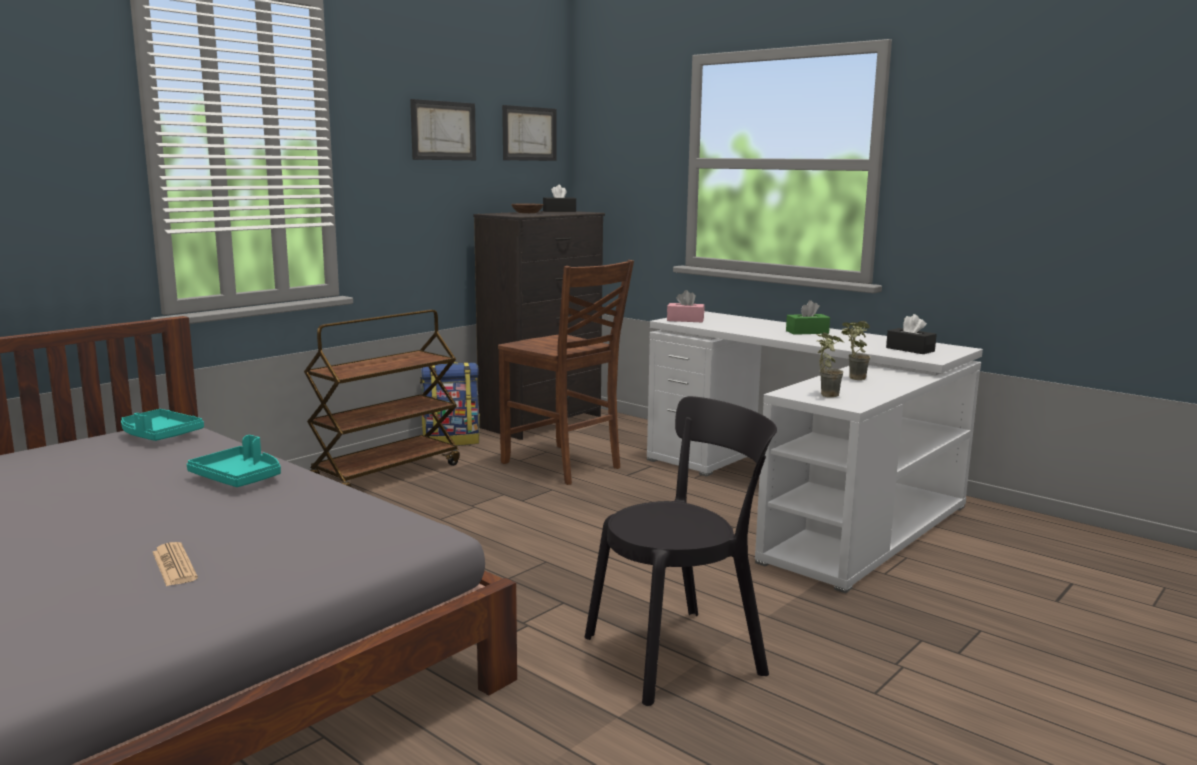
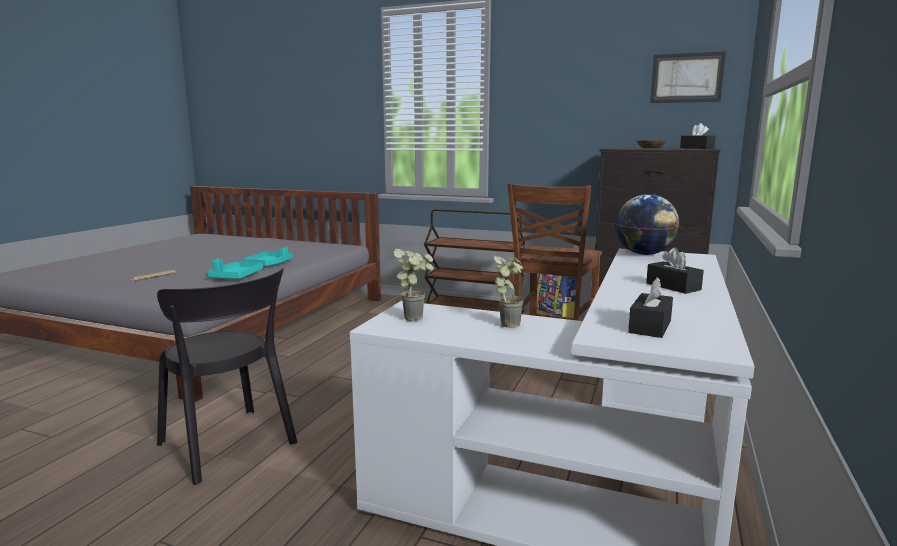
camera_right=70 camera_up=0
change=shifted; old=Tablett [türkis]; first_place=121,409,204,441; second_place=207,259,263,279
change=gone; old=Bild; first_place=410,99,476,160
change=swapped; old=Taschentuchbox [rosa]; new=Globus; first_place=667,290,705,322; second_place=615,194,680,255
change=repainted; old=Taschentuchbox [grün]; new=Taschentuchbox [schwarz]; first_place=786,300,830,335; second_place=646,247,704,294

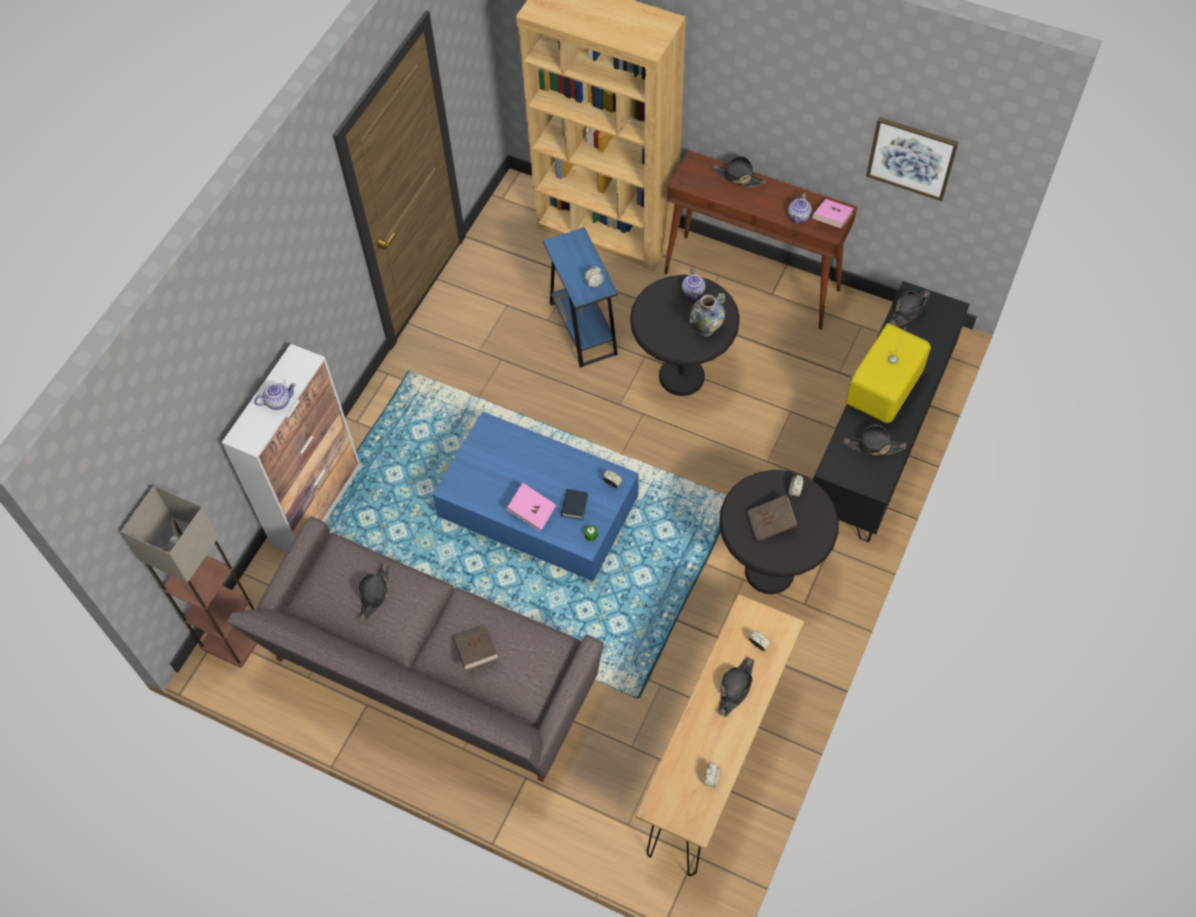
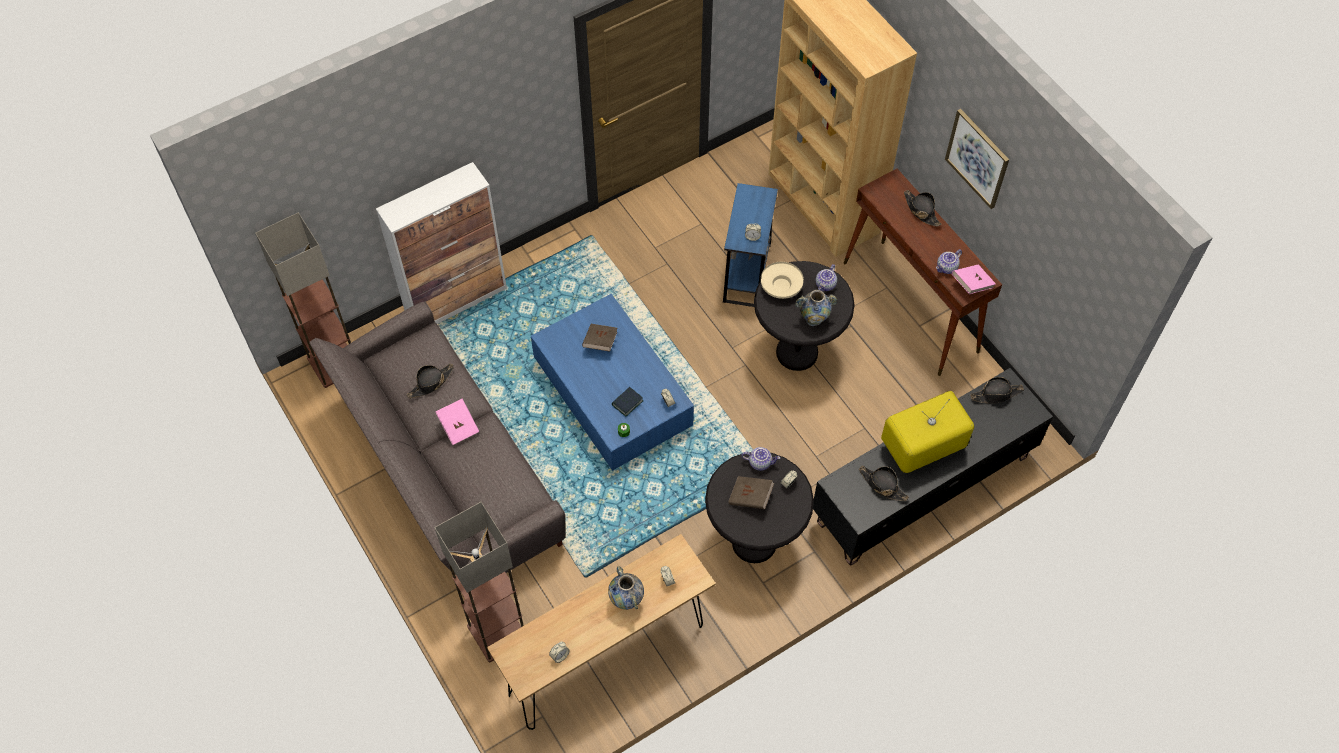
camera_right=30 camera_up=0
change=shifted; old=Teekanne; first_place=254,383,296,410; second_place=742,447,780,471
change=shifted; old=Buch [braun]; first_place=454,626,499,670; second_place=582,324,617,352
change=shifted; old=Buch [rosa]; first_place=506,483,556,531; second_place=435,399,479,445
change=swapped; old=Hut [schwarz]; new=Vase; first_place=718,657,754,717; second_place=608,566,644,610
change=shifted; old=Bild; first_place=866,117,959,201; second_place=945,109,1009,209
change=new; new=Stehlampe; second_place=434,502,524,663
change=new; new=Schüssel [beige]; second_place=761,262,804,299

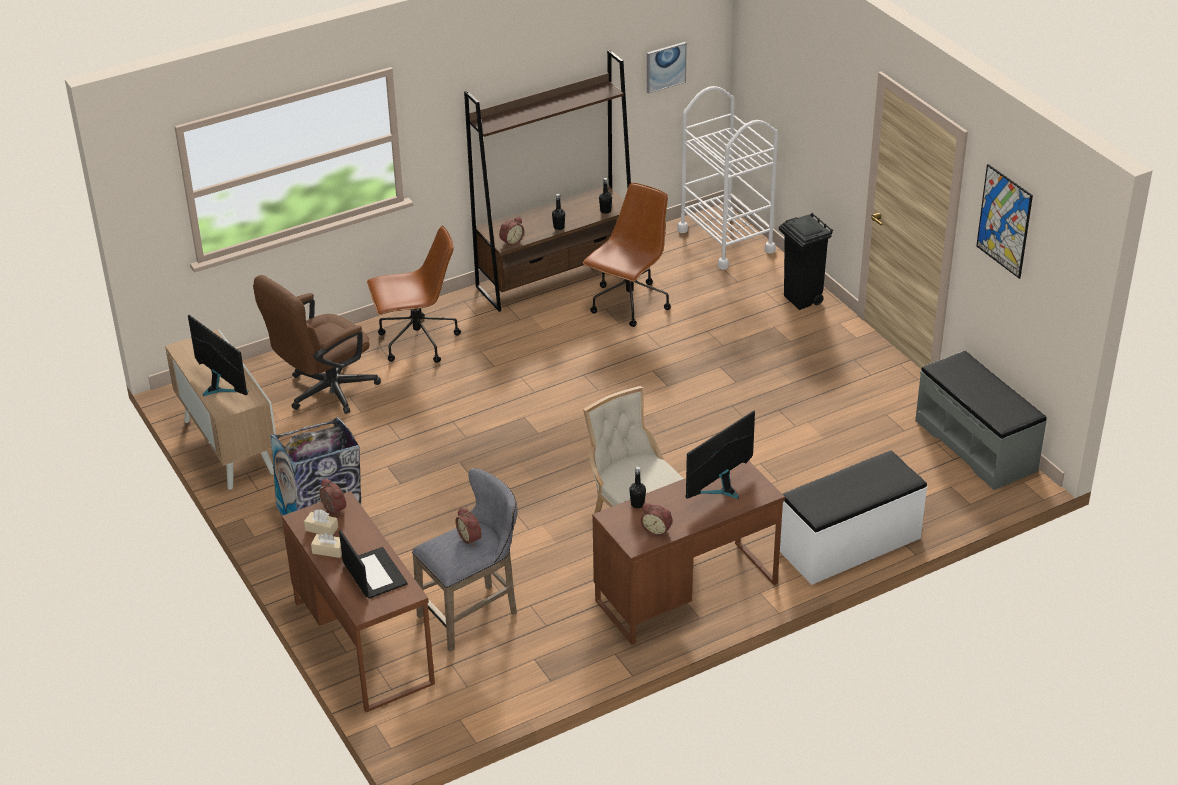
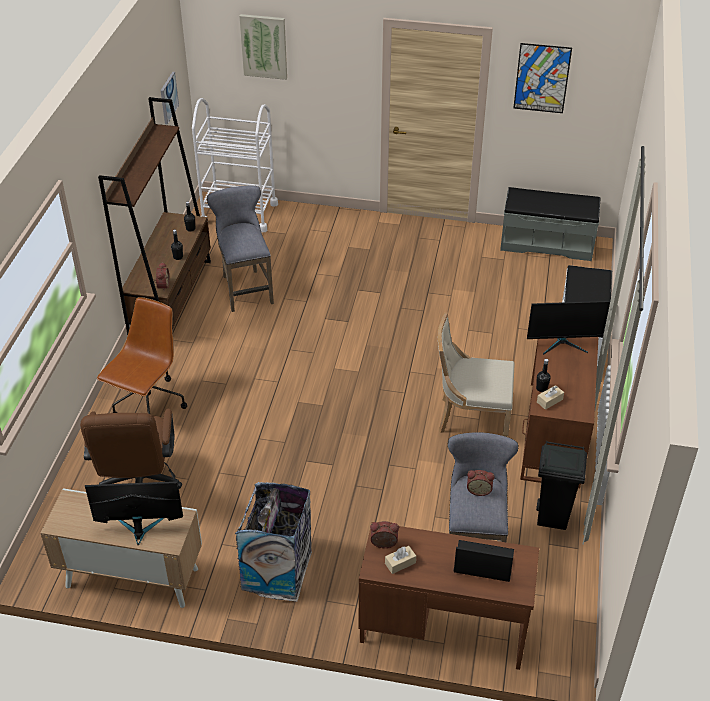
camera_right=-50 camera_up=5
change=shifted; old=Taschentuchbox [beige]; first_place=311,532,342,558; second_place=537,385,564,410
change=swapped; old=Bürostuhl [braun]; new=Hocker [grau]; first_place=583,183,671,327; second_place=207,186,274,312
change=gone; old=Wecker; first_place=641,503,673,536
change=rotated; old=Monitor; first_place=685,411,755,499; second_place=527,301,610,355; degrees=-90
change=shifted; old=Mülleimer [schwarz]; first_place=779,213,833,310; second_place=536,441,587,530
change=new; new=Bild; second_place=239,14,287,80

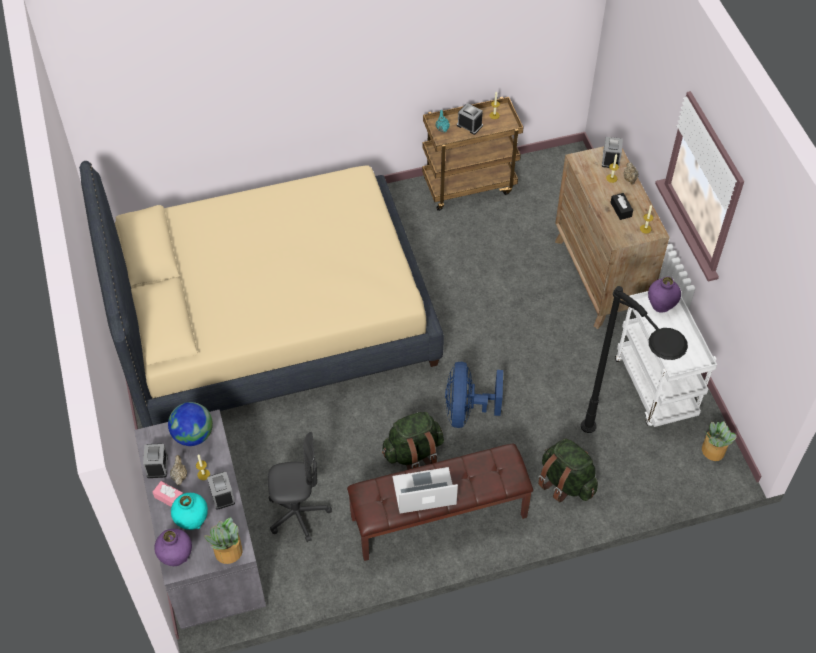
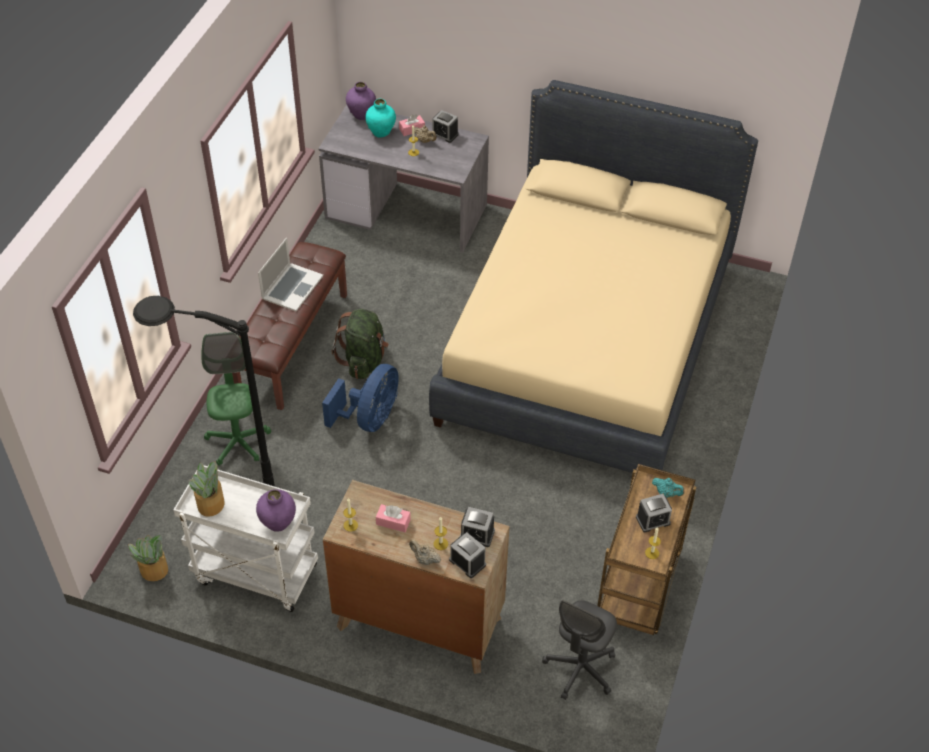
camera_right=125 camera_up=-5
change=gone; old=Globus; first_place=168,402,213,446
change=shifted; old=Topfpflanze; first_place=204,517,243,564; second_place=189,461,225,517
change=shifted; old=Wecker; first_place=207,472,235,510; second_place=460,507,495,547
change=shifted; old=Bürostuhl [grau]; first_place=268,432,332,542; second_place=542,600,617,700
change=rotated; old=Ventilator [blau]; first_place=445,362,503,428; second_place=322,364,399,432; degrees=75
change=swapped; old=Rucksack [grün]; new=Bürostuhl [grün]; first_place=538,439,598,502; second_place=201,332,271,466
change=repainted; old=Taschentuchbox [schwarz]; new=Taschentuchbox [rosa]; first_place=610,193,633,220; second_place=376,504,411,532

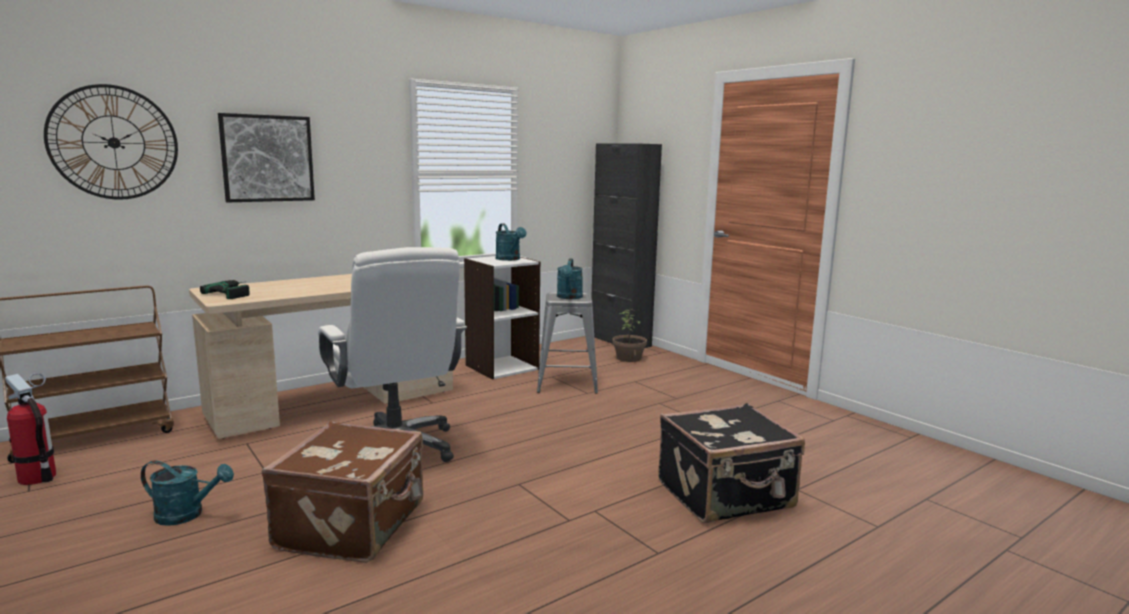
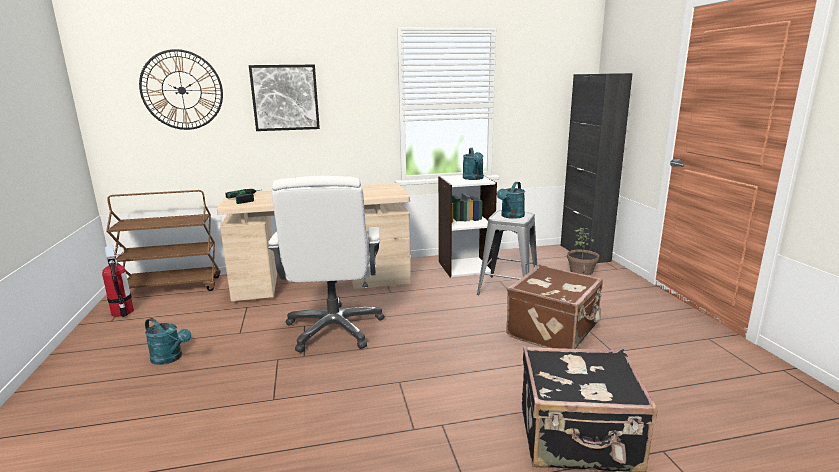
camera_right=25 camera_up=5
change=shifted; old=Koffer [braun]; first_place=261,422,423,563; second_place=506,265,603,349

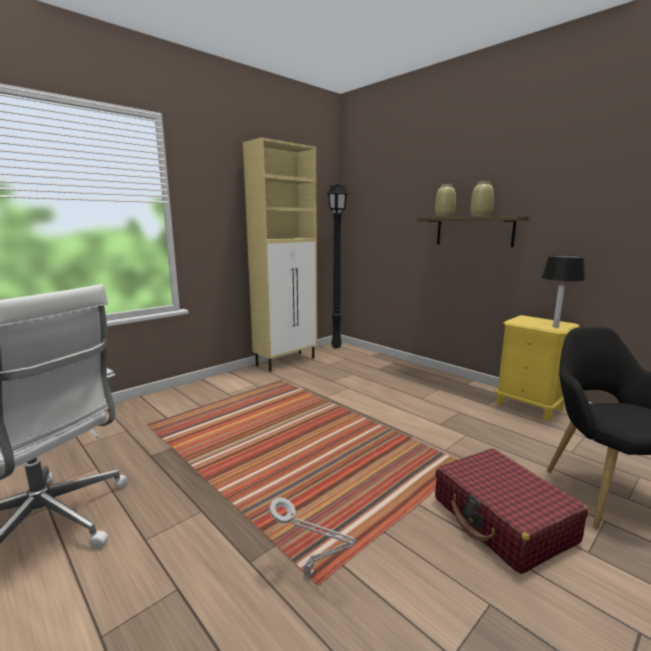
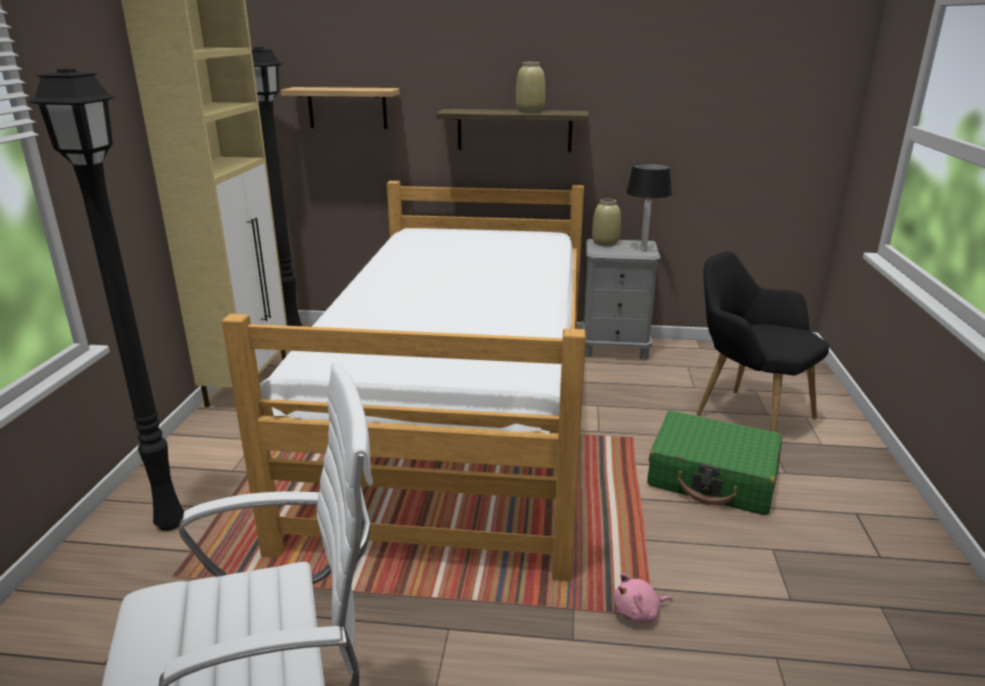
camera_right=-40 camera_up=10
change=swapped; old=Tischlampe [grau]; new=Plüschtier [rosa]; first_place=269,497,356,577; second_place=613,573,673,623
change=shifted; old=Vase [beige]; first_place=435,184,456,217; second_place=592,199,621,246
change=repainted; old=Koffer [rot]; new=Koffer [grün]; first_place=435,448,588,574; second_place=647,411,782,515
change=repainted; old=Nachttisch [gelb]; new=Nachttisch [grau]; first_place=495,315,580,421; second_place=582,239,661,361
change=new; new=Stehlampe [schwarz]; second_place=28,69,184,531
change=new; new=Bett; second_place=221,181,586,582
change=new; new=Wandregal; second_place=281,87,400,129

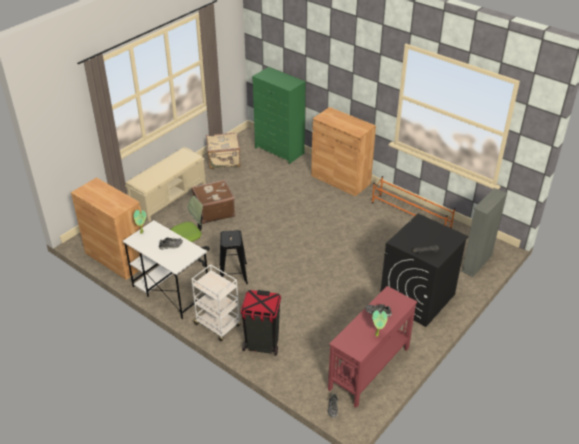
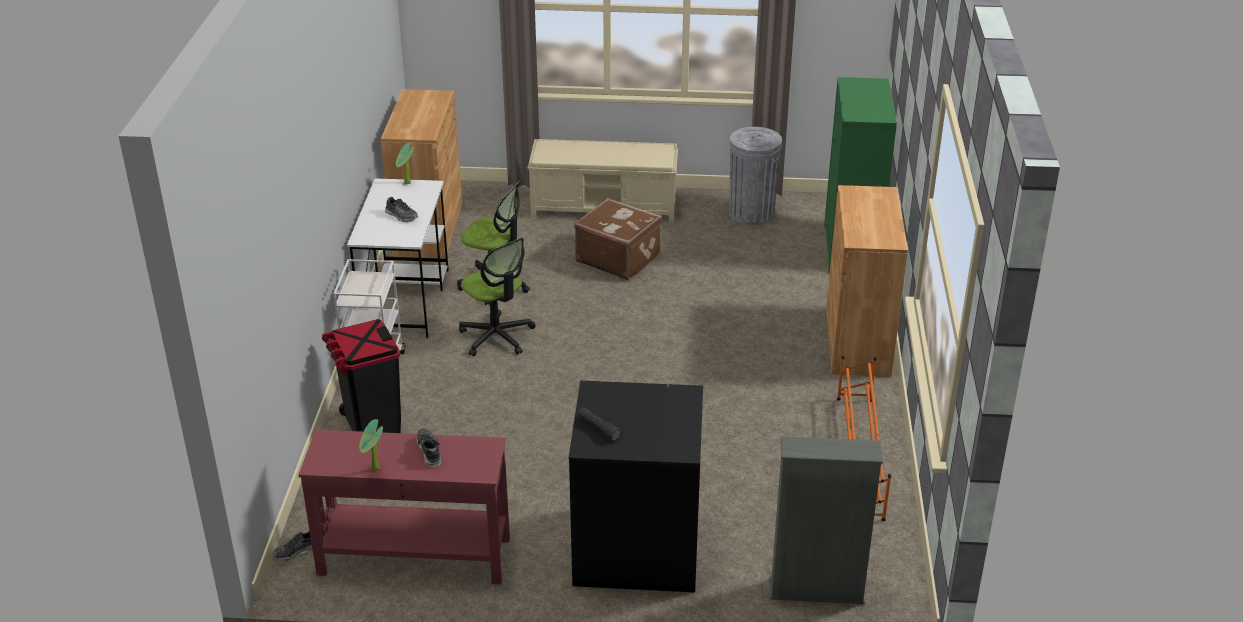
camera_right=55 camera_up=-5
change=swapped; old=Koffer [beige]; new=Mülleimer [grau]; first_place=206,132,241,169; second_place=729,127,782,225
change=swapped; old=Hocker [schwarz]; new=Bürostuhl; first_place=219,230,248,284; second_place=459,238,536,356

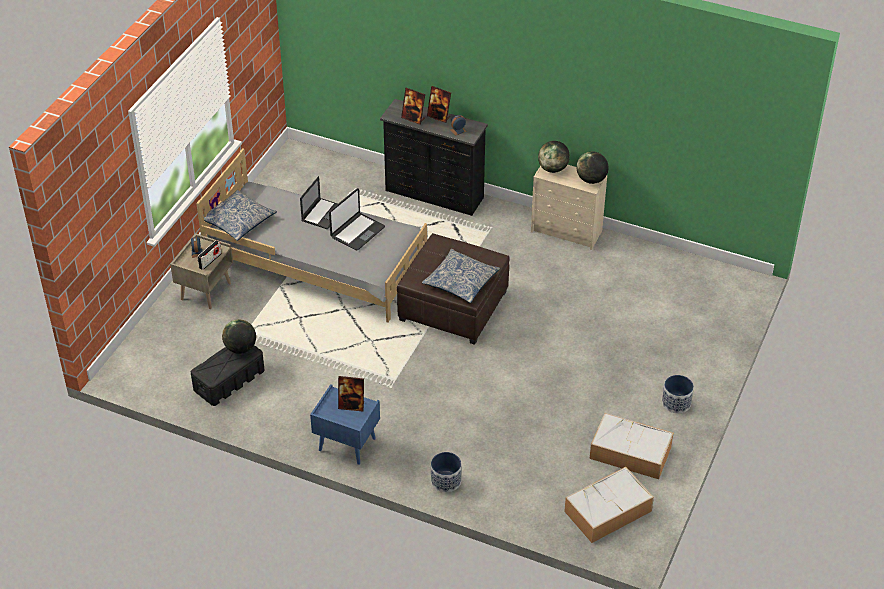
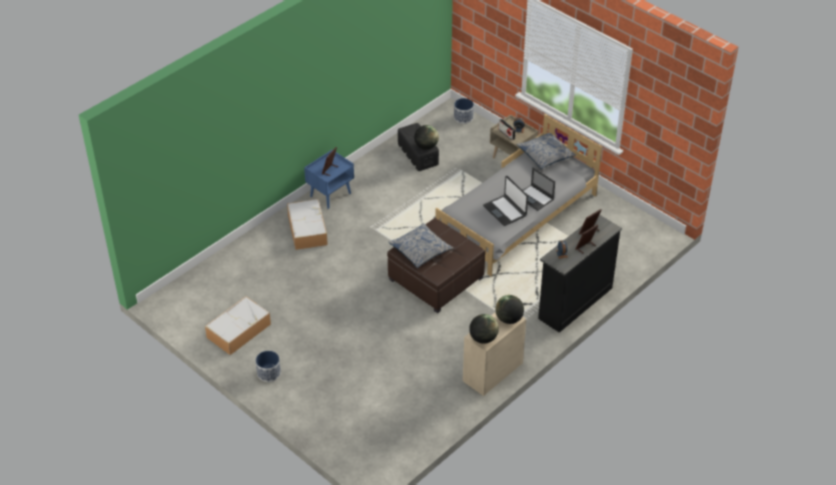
camera_right=110 camera_up=0
change=shifted; old=Pflanzkübel; first_place=431,452,461,492; second_place=454,98,474,124
change=shifted; old=Aufbewahrungsbox; first_place=564,467,654,543; second_place=287,199,328,250

